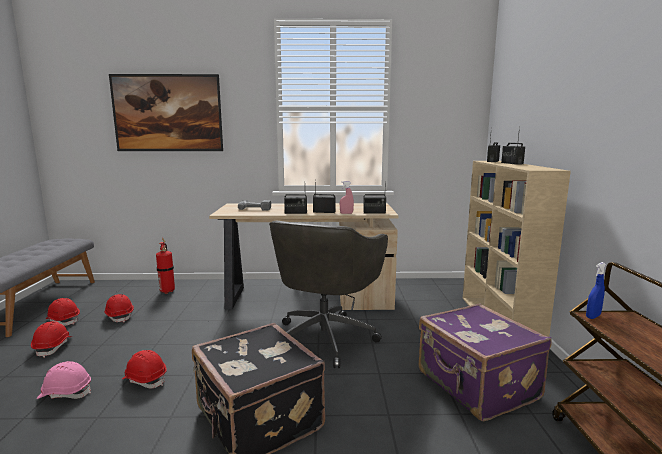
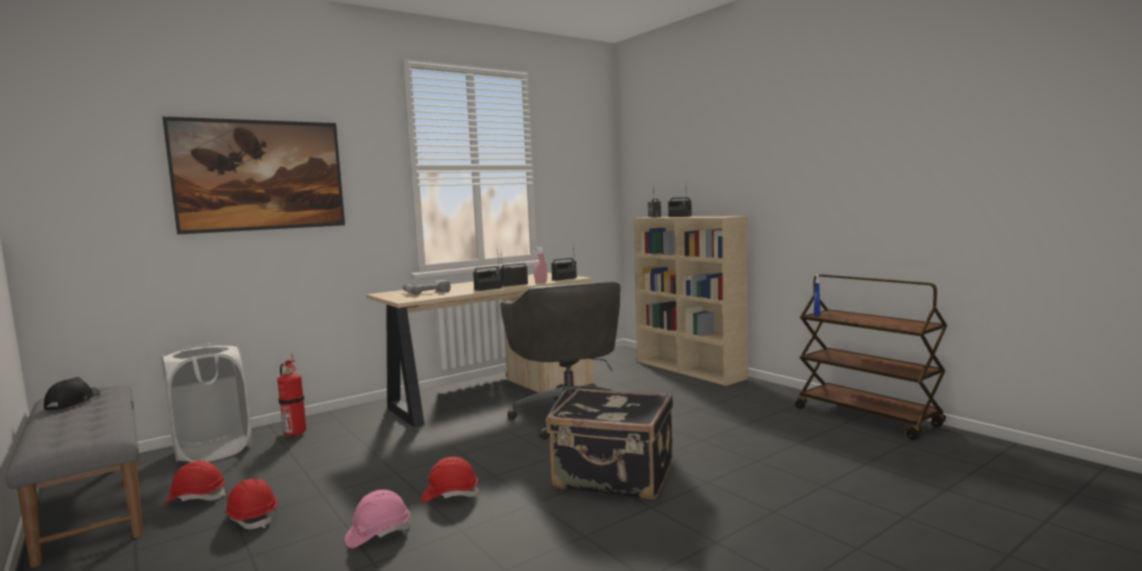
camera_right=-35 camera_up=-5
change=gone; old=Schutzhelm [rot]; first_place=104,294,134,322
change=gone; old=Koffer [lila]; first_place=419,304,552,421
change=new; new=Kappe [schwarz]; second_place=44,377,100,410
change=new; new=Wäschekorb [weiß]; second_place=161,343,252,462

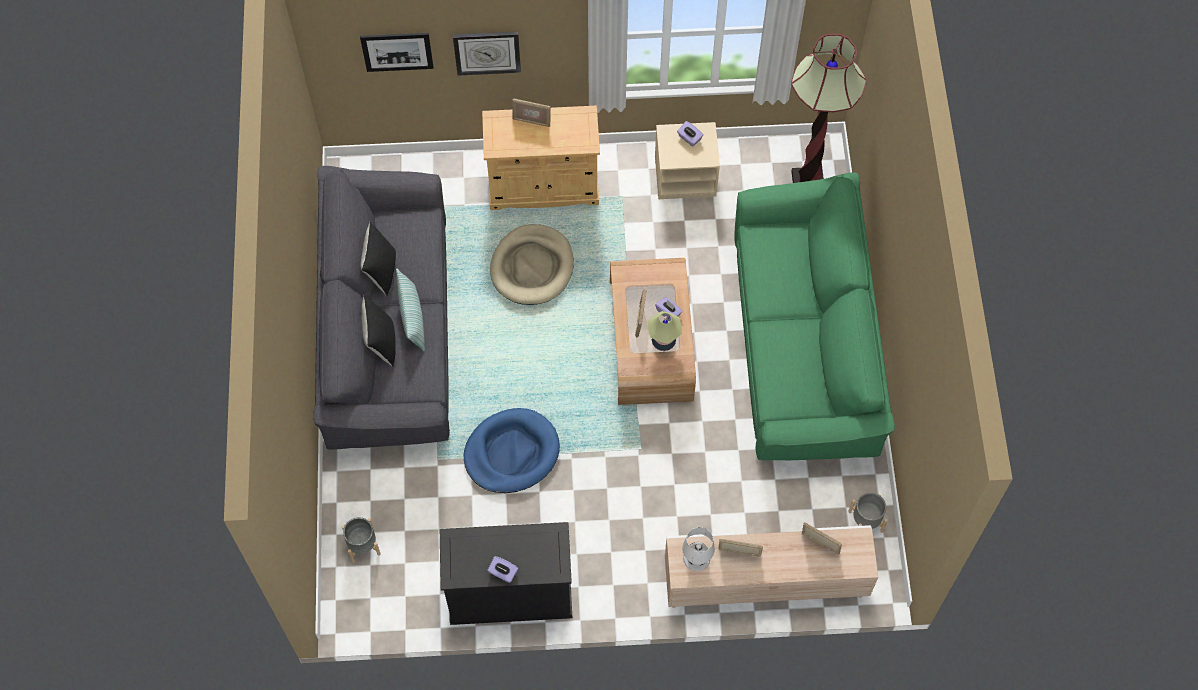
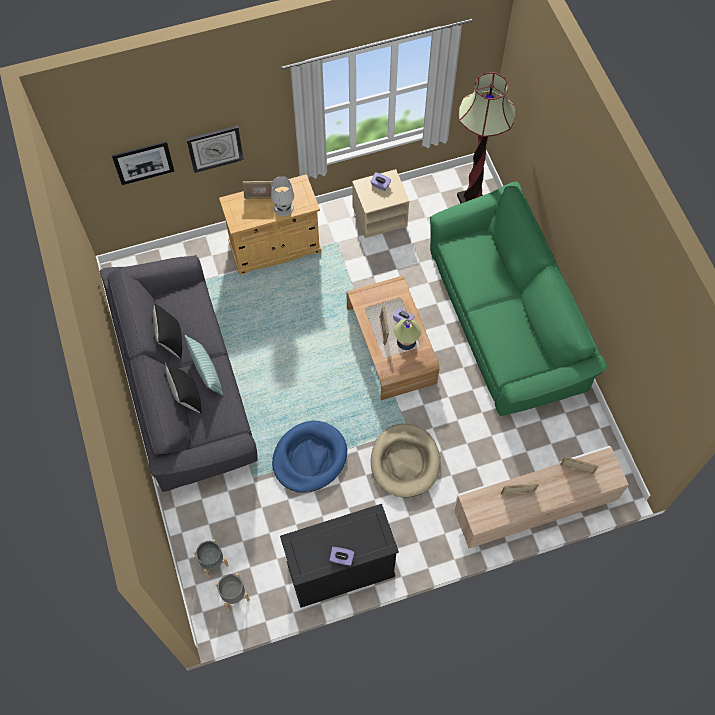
camera_right=-15 camera_up=0
change=shifted; old=Hundebett [beige]; first_place=490,224,574,305; second_place=371,424,440,497
change=shifted; old=Tischlampe [weiß]; first_place=682,527,715,571; second_place=271,176,294,216
change=shifted; old=Pflanzkübel [grau]; first_place=848,493,888,533; second_place=215,573,250,611

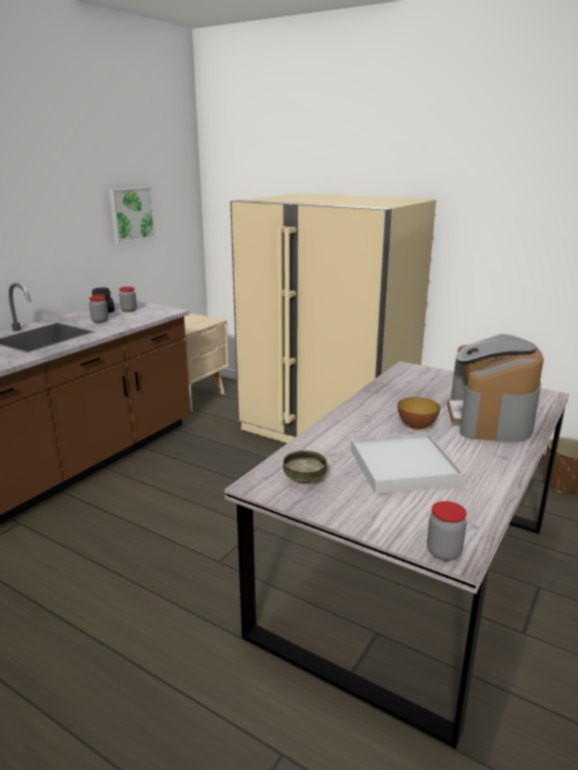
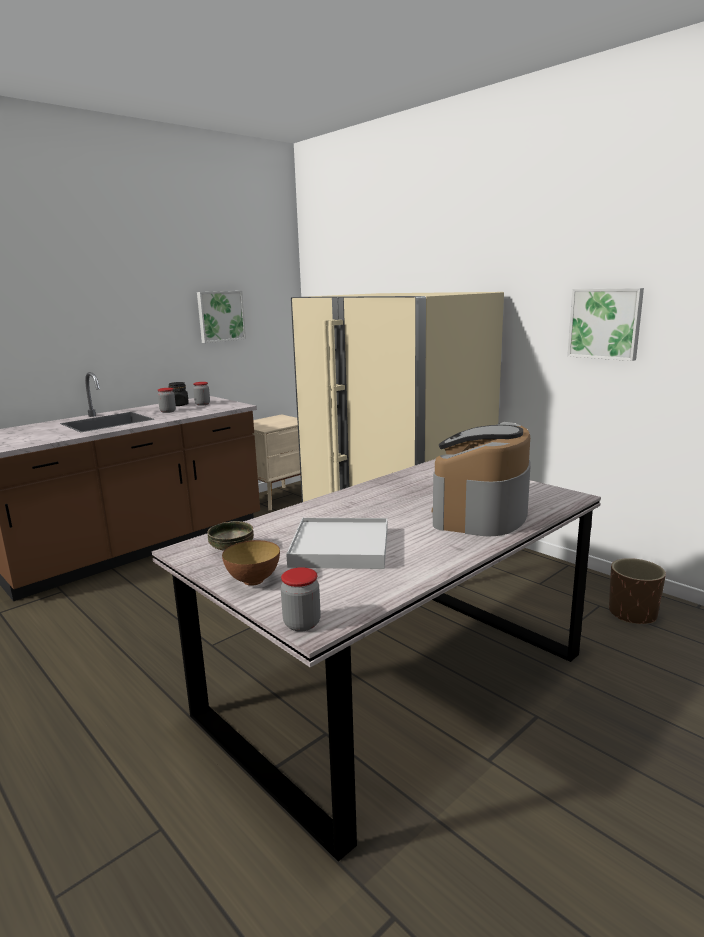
camera_right=15 camera_up=-5
change=shifted; old=Schüssel; first_place=397,397,440,430; second_place=222,540,280,586
change=new; new=Bild; second_place=567,288,644,361

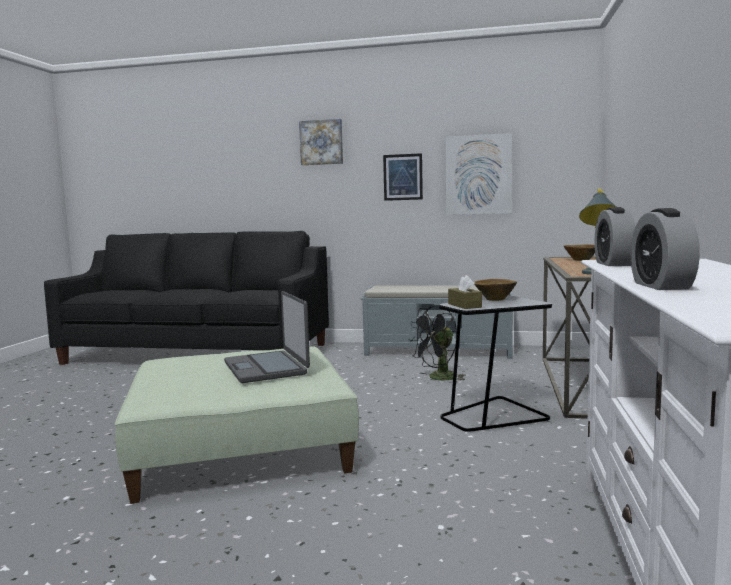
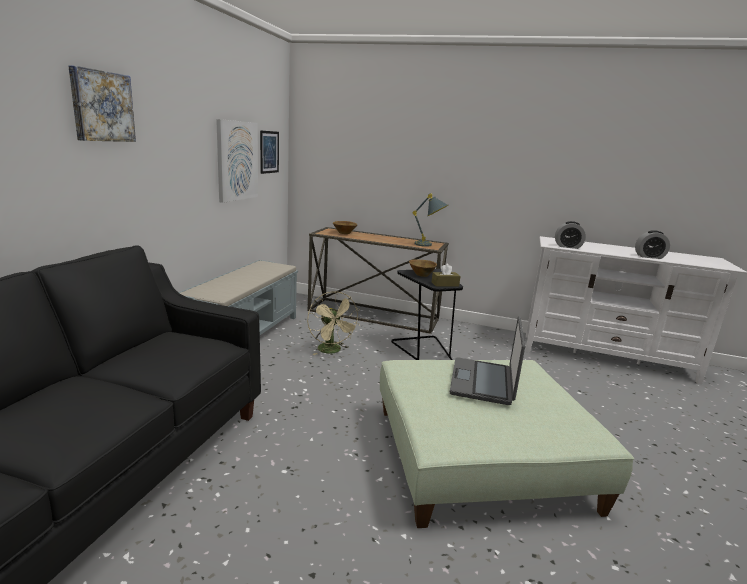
camera_right=-85 camera_up=10
change=rotated; old=Laptop; first_place=224,291,310,383; second_place=450,316,525,405; degrees=120
change=shifted; old=Bild; first_place=383,153,423,201; second_place=260,130,279,174
change=repainted; old=Ventilator [schwarz]; new=Ventilator [beige]; first_place=408,305,465,383; second_place=307,291,360,355

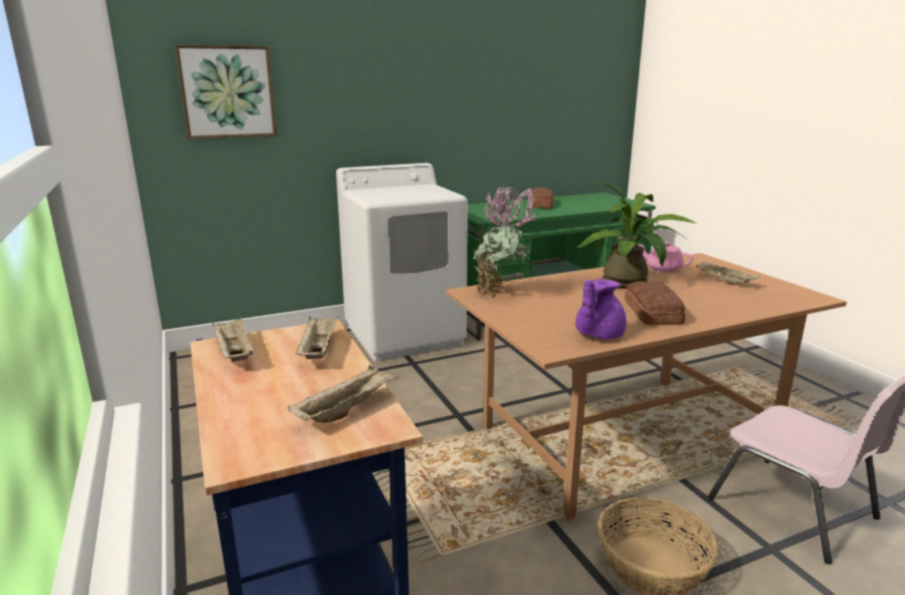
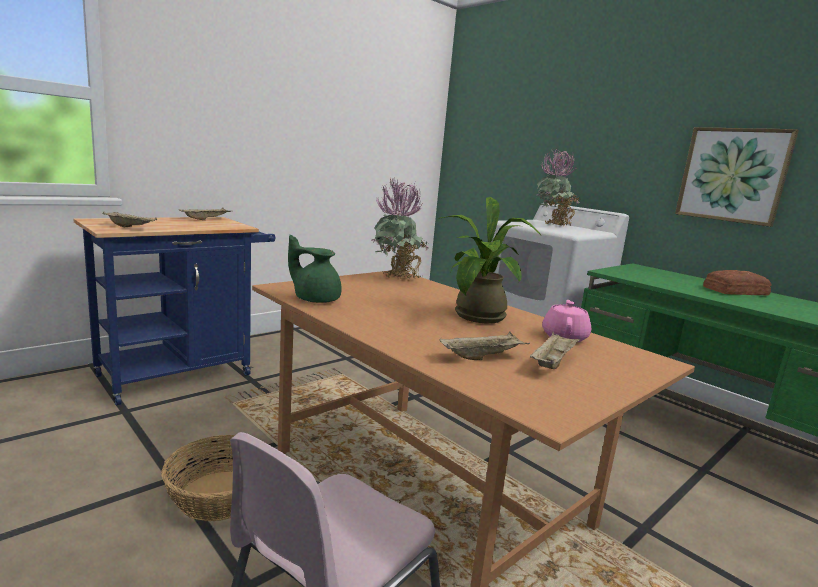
camera_right=70 camera_up=-5
change=shifted; old=Bild; first_place=174,44,277,139; second_place=675,127,799,227
change=shifted; old=Tablett [beige]; first_place=296,315,339,359; second_place=440,332,530,360
change=repainted; old=Teekanne [lila]; new=Teekanne [grün]; first_place=576,279,626,340; second_place=288,235,342,303
change=gone; old=Brot; first_place=625,282,685,325
change=new; new=Topfpflanze; second_place=537,147,580,226

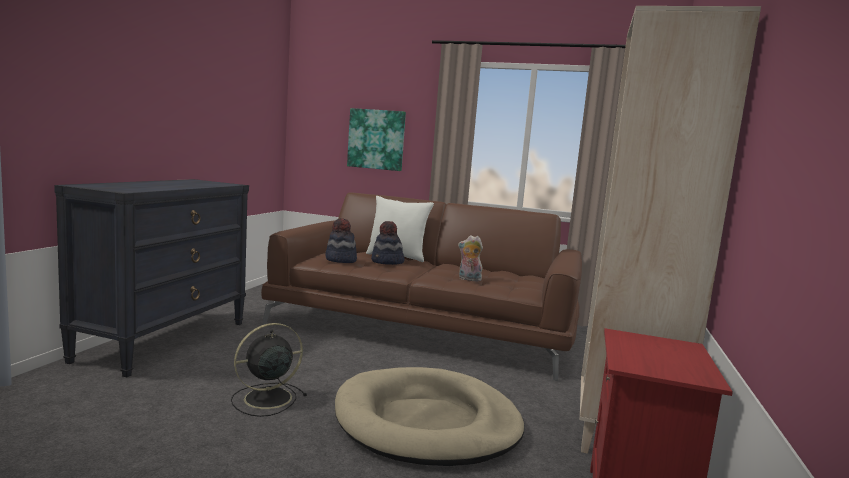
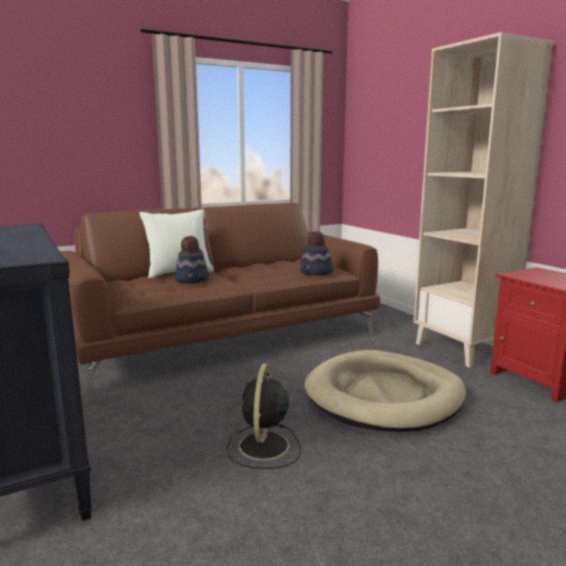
camera_right=-45 camera_up=5
change=shifted; old=Hut; first_place=325,218,357,263; second_place=301,231,334,275
change=gone; old=Bild; first_place=347,108,406,171
change=gone; old=Plüschtier; first_place=458,235,483,282

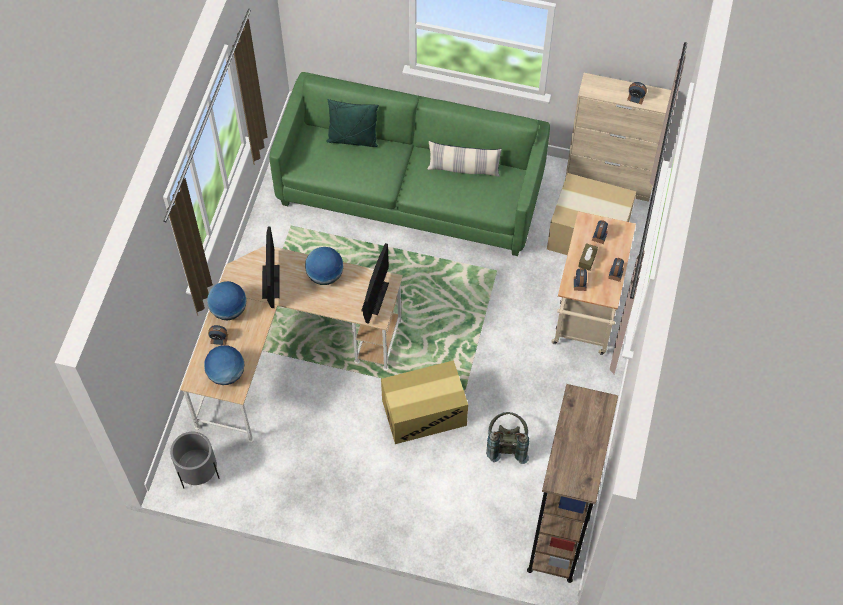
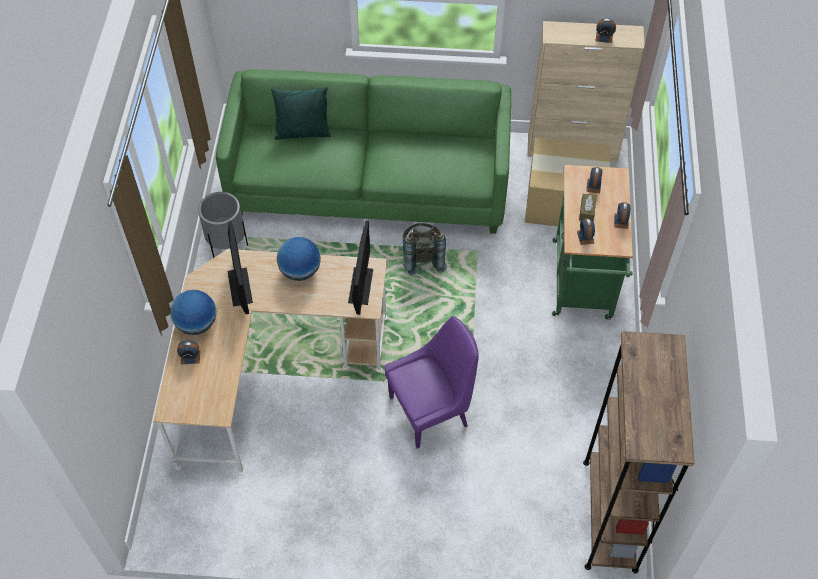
camera_right=-10 camera_up=-5
change=shifted; old=Pflanzkübel [grau]; first_place=170,432,219,488; second_place=198,192,248,258
change=gone; old=Globus; first_place=204,345,244,385
change=swapped; old=Karton; new=Stuhl [lila]; first_place=381,360,468,444; second_place=385,316,479,449
change=gone; old=Kissen; first_place=427,141,502,177
change=shifted; old=Rucksack [grau]; first_place=486,412,529,464; second_place=402,223,447,275
change=repainted; old=Rollwagen [beige]; new=Rollwagen [grün]; first_place=551,211,636,355; second_place=552,165,633,320

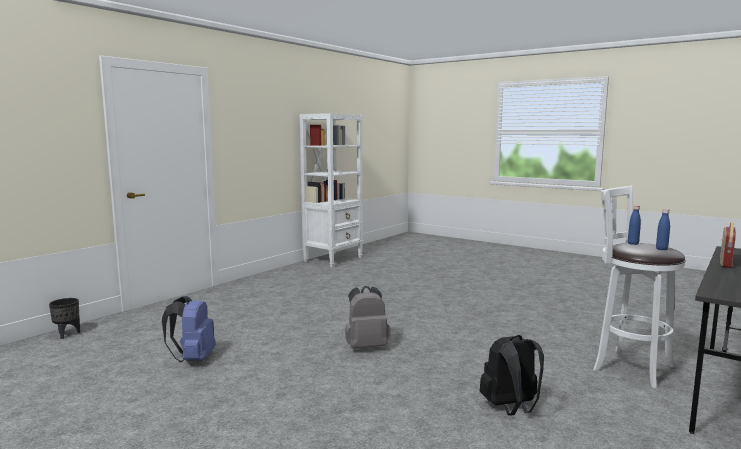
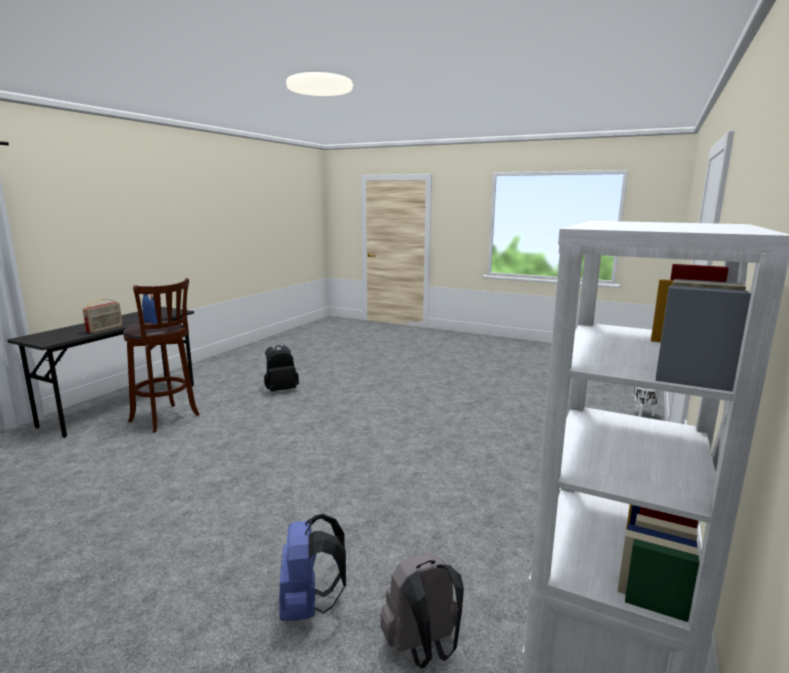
camera_right=170 camera_up=5
change=repainted; old=Pflanzkübel [schwarz]; new=Pflanzkübel [weiß]; first_place=49,298,80,339; second_place=633,387,660,417
change=shifted; old=Rucksack [blau]; first_place=162,296,216,362; second_place=279,514,346,621
change=shifted; old=Rucksack [grau]; first_place=345,286,391,348; second_place=380,553,464,668
change=repainted; old=Hocker [weiß]; new=Hocker [braun]; first_place=593,186,686,388; second_place=123,278,200,433

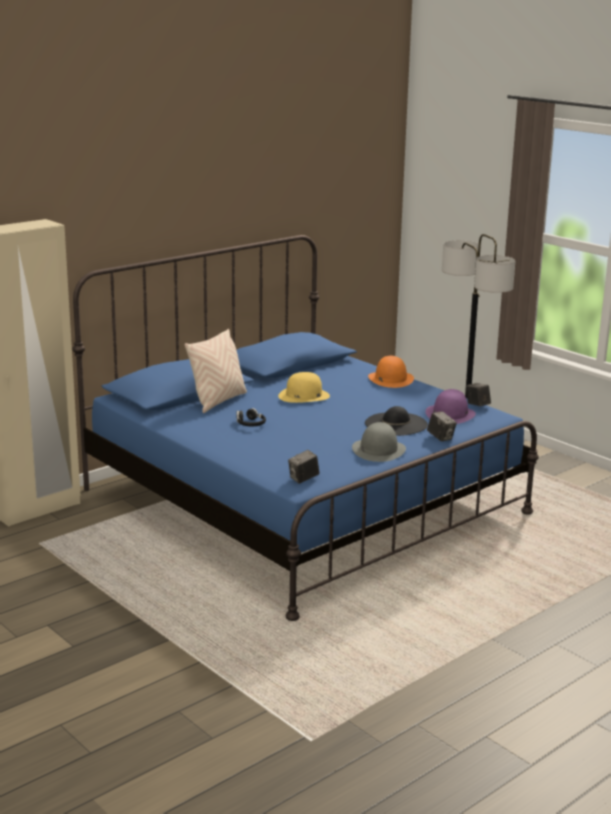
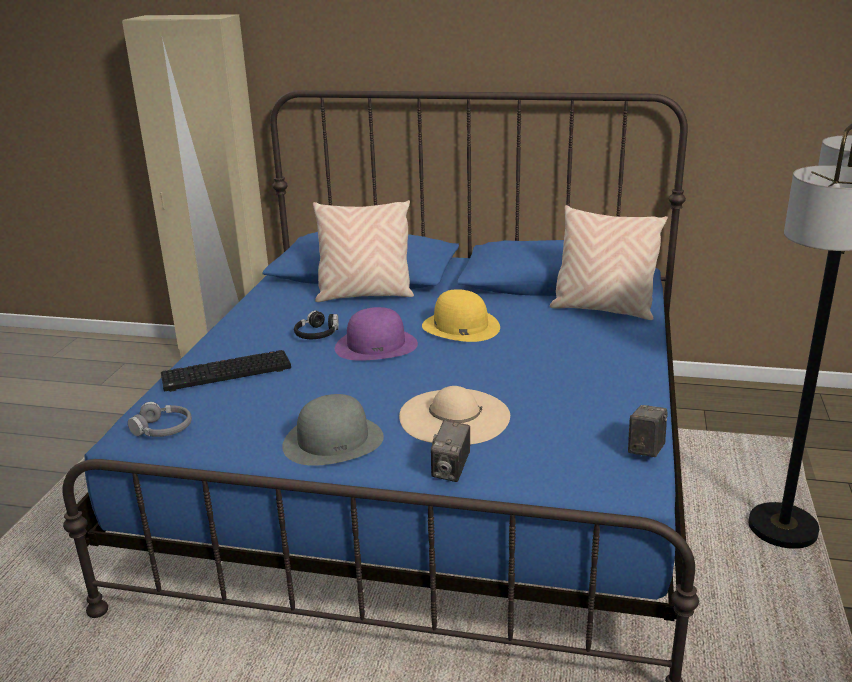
camera_right=55 camera_up=5
change=swapped; old=Kamera; new=Kopfhörer [grau]; first_place=288,450,320,484; second_place=128,402,192,437
change=repainted; old=Hut [schwarz]; new=Hut [beige]; first_place=365,406,428,436; second_place=399,386,510,444
change=gone; old=Hut [orange]; first_place=368,356,414,388
change=shifted; old=Hut [lila]; first_place=425,389,476,424; second_place=335,307,418,361
change=new; new=Tastatur; second_place=161,350,291,392
change=new; new=Kissen [beige]; second_place=550,205,668,320

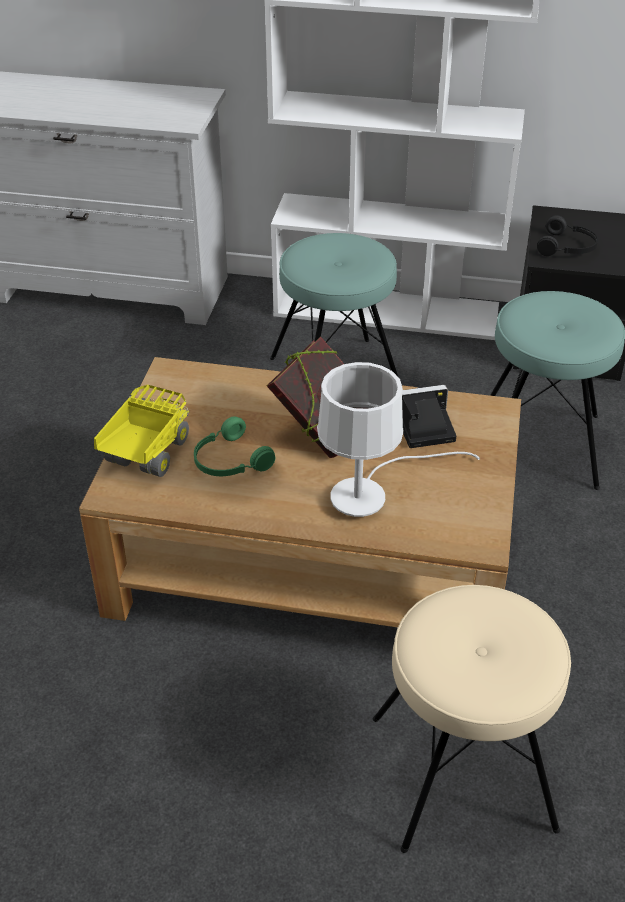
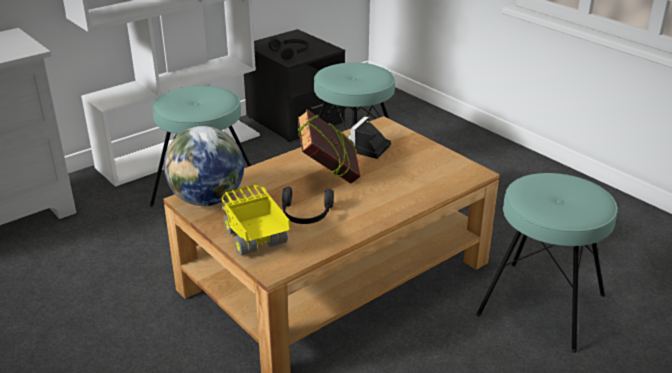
camera_right=-50 camera_up=-10
change=repainted; old=Kopfhörer [grün]; new=Kopfhörer [schwarz]; first_place=194,416,275,476; second_place=282,187,334,224
change=gone; old=Tischlampe [weiß]; first_place=317,362,480,517
change=repainted; old=Hocker [beige]; new=Hocker [türkis]; first_place=373,585,571,853; second_place=476,173,618,353
change=new; new=Globus; second_place=163,126,244,206

